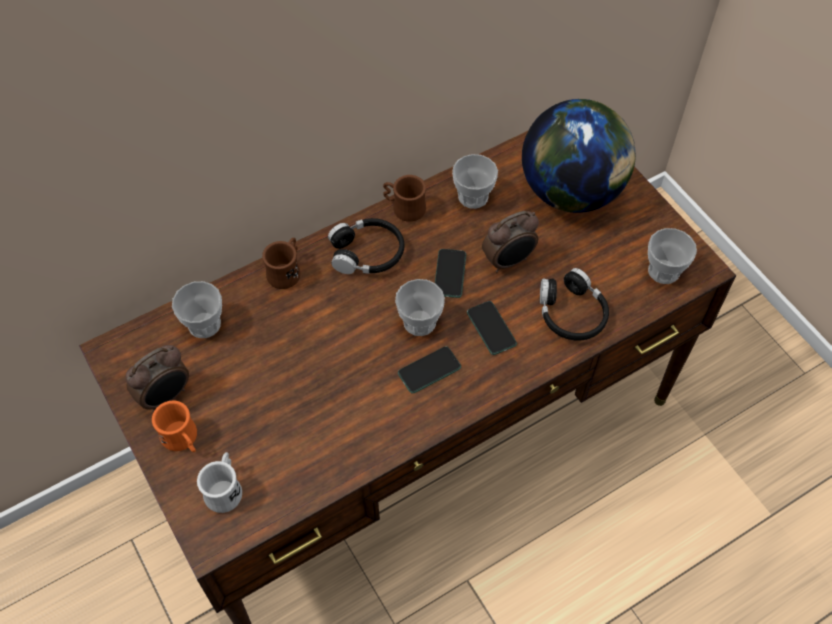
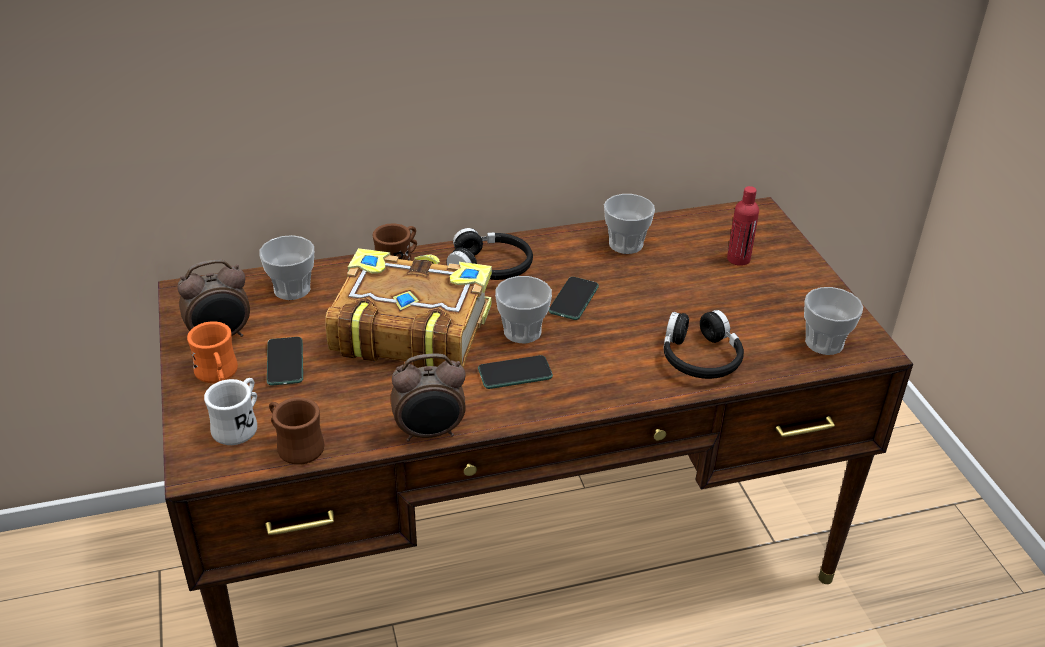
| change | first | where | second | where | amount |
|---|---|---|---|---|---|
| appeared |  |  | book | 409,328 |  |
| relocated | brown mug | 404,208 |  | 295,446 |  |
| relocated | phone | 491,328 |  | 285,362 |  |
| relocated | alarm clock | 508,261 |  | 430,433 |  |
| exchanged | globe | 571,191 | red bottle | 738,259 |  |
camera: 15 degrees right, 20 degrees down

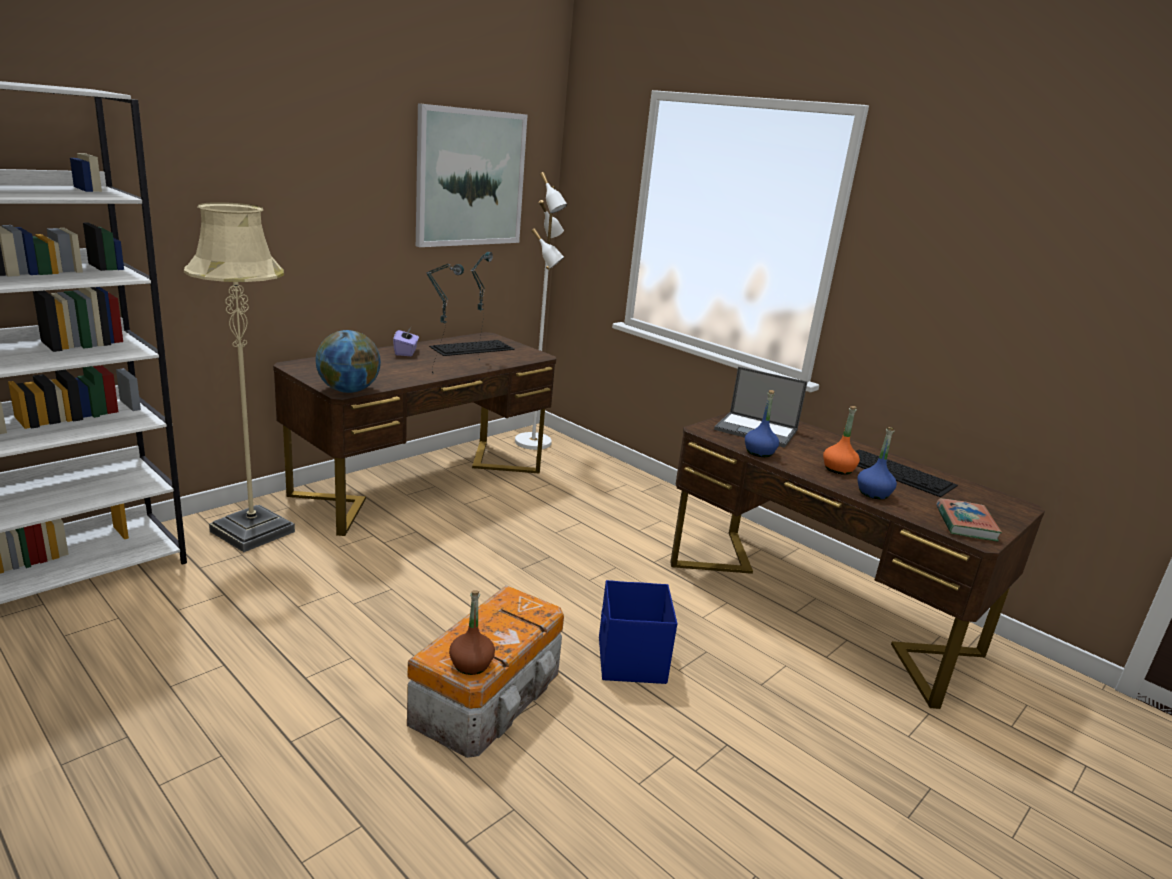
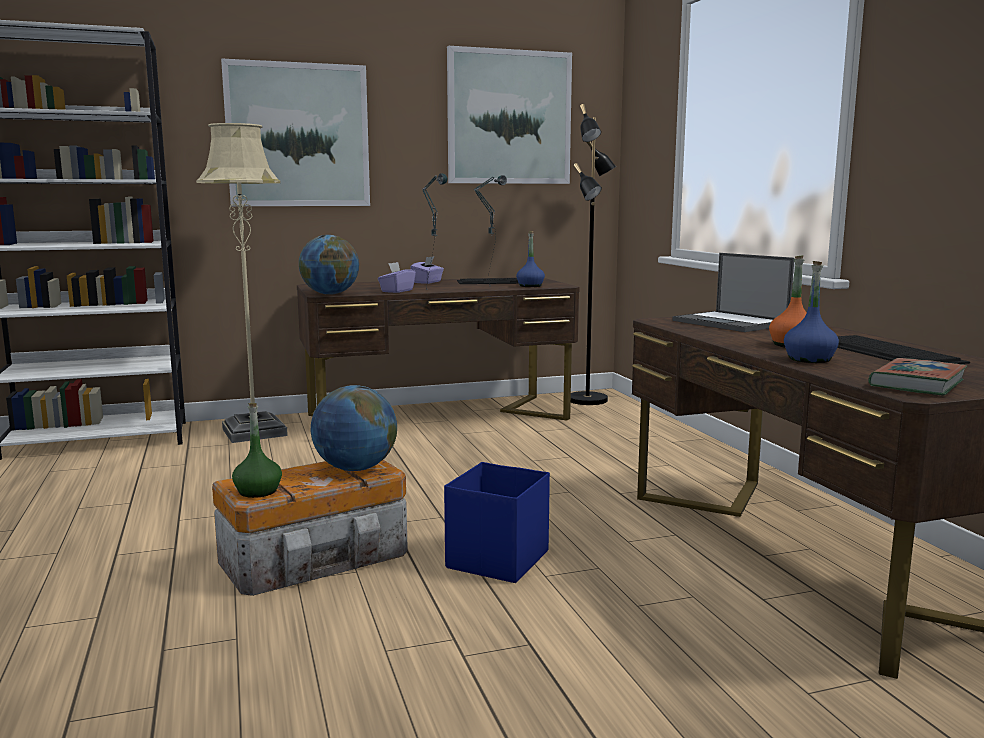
| change | first | where | second | where | amount |
|---|---|---|---|---|---|
| appeared |  |  | picture | 298,135 |  |
| appeared |  |  | globe | 355,468 |  |
| appeared |  |  | purple tissue box | 396,291 |  |
| relocated | blue bottle | 759,452 |  | 530,286 |  |
| colour | brown bottle | 471,664 | green bottle | 258,491 |  |
| colour | white floor lamp | 534,442 | black floor lamp | 588,400 |  |
camera: 30 degrees right, 10 degrees down

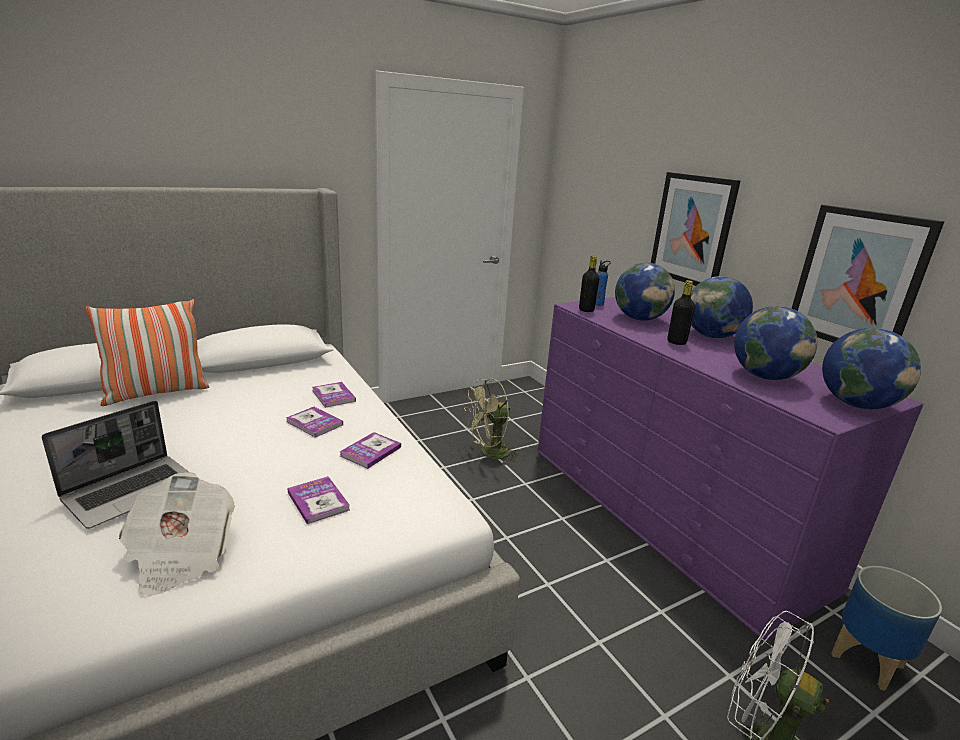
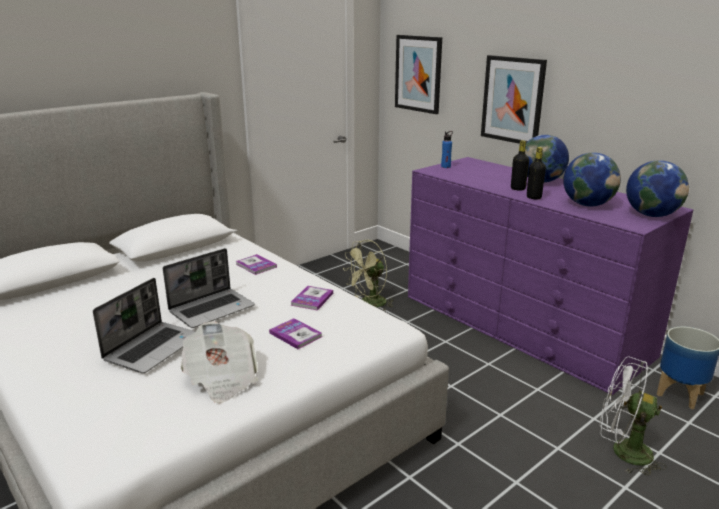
| change | first | where | second | where | amount |
|---|---|---|---|---|---|
| missing | pillow | 156,393 |  |  |  |
| missing | book | 314,423 |  |  |  |
| missing | globe | 639,319 |  |  |  |
| appeared |  |  | laptop | 212,309 |  |
| relocated | black bottle | 586,310 |  | 533,197 |  |
| relocated | picture | 857,280 |  | 418,73 |  |
camera: 10 degrees left, 0 degrees up

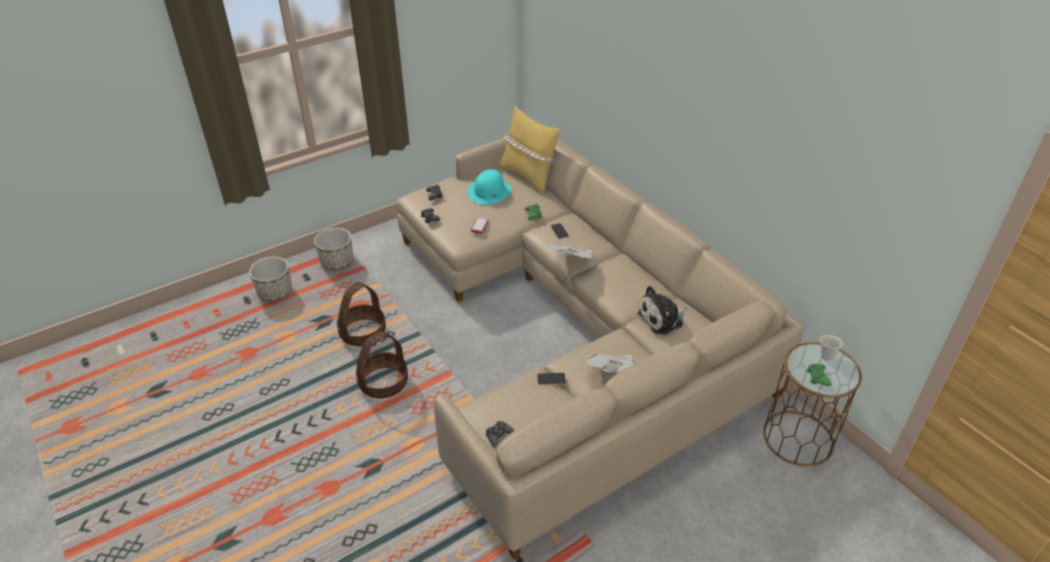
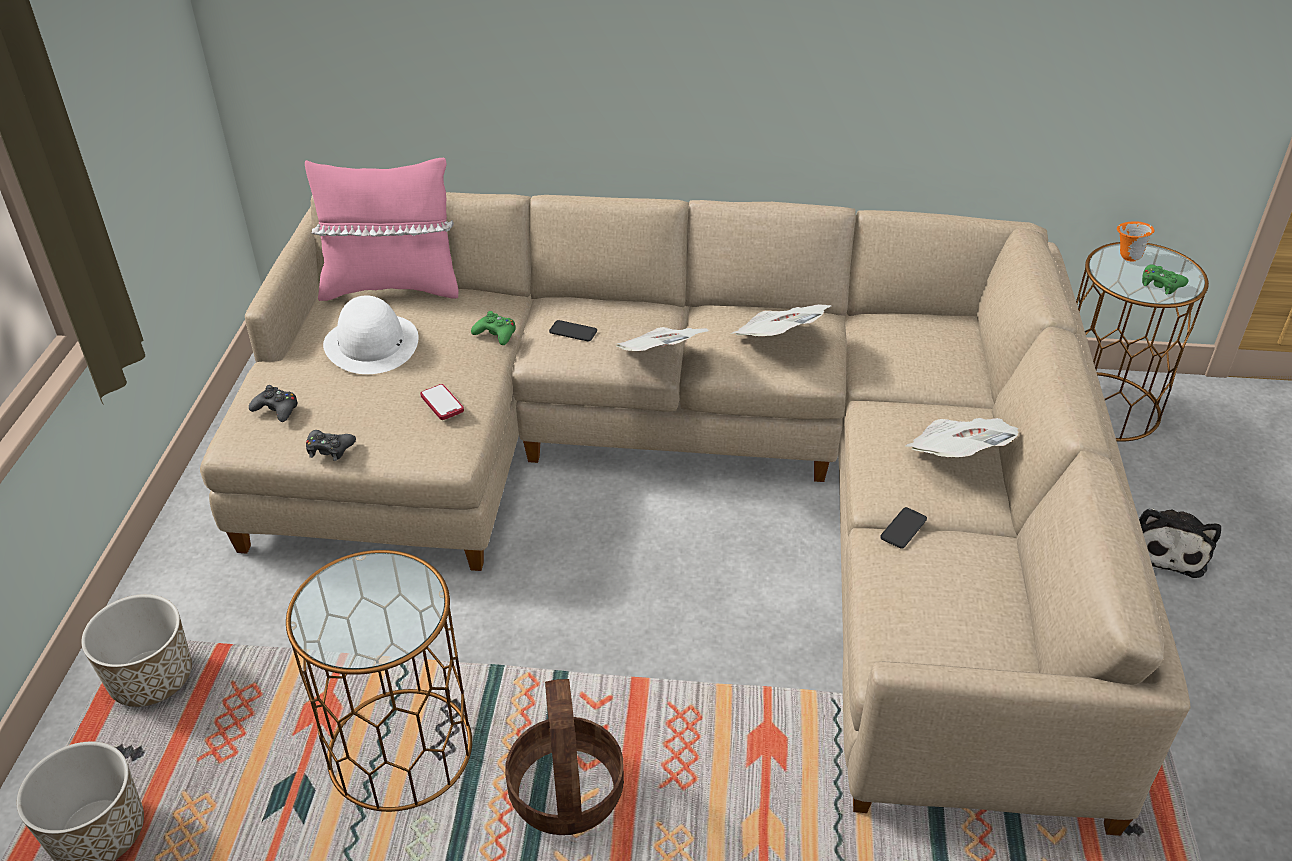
| change | first | where | second | where | amount |
|---|---|---|---|---|---|
| missing | black game controller | 499,435 |  |  |  |
| appeared |  |  | newspaper | 778,340 |  |
| relocated | plush toy | 663,319 |  | 1164,549 |  |
| exchanged | basket | 363,333 | brown side table | 399,748 |  |
| colour | turquoise hat | 489,191 | white hat | 372,344 |  |
| colour | yellow pillow | 528,176 | pink pillow | 391,287 |  |
| colour | beige mug | 826,356 | orange mug | 1127,257 |  |
camera: 50 degrees left, 0 degrees up

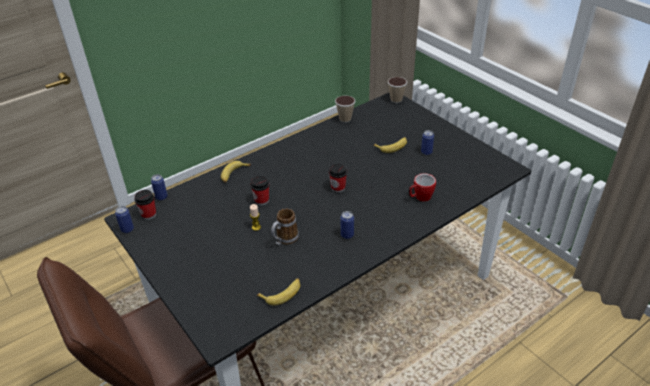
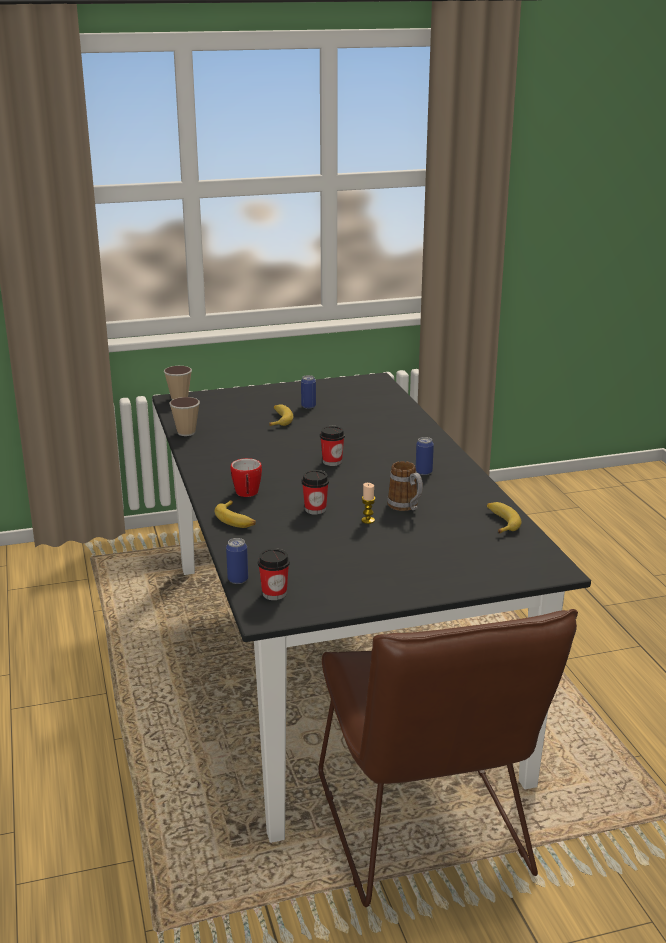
| change | first | where | second | where | amount |
|---|---|---|---|---|---|
| missing | can | 127,229 |  |  |  |
| relocated | mug | 420,197 |  | 247,494 |  |
camera: 70 degrees left, 15 degrees down

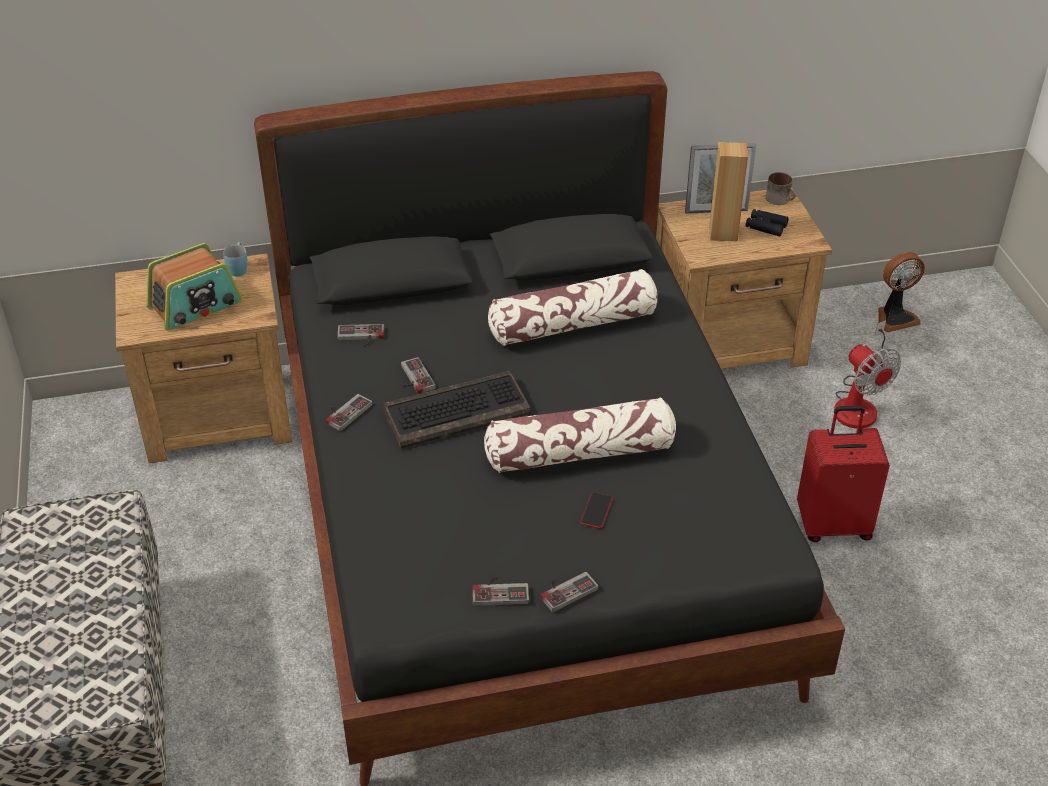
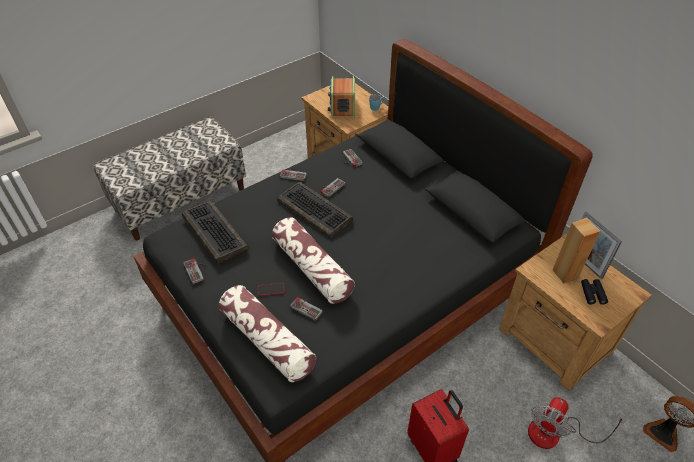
| change | first | where | second | where | amount |
|---|---|---|---|---|---|
| missing | mug | 780,199 |  |  |  |
| appeared |  |  | keyboard | 213,232 |  |
| relocated | pillow | 573,324 |  | 267,340 |  |
| relocated | game controller | 565,589 |  | 308,307 |  |
| spun | radio | 195,305 |  | 342,106 | 60 degrees clockwise |
camera: 65 degrees right, 5 degrees up

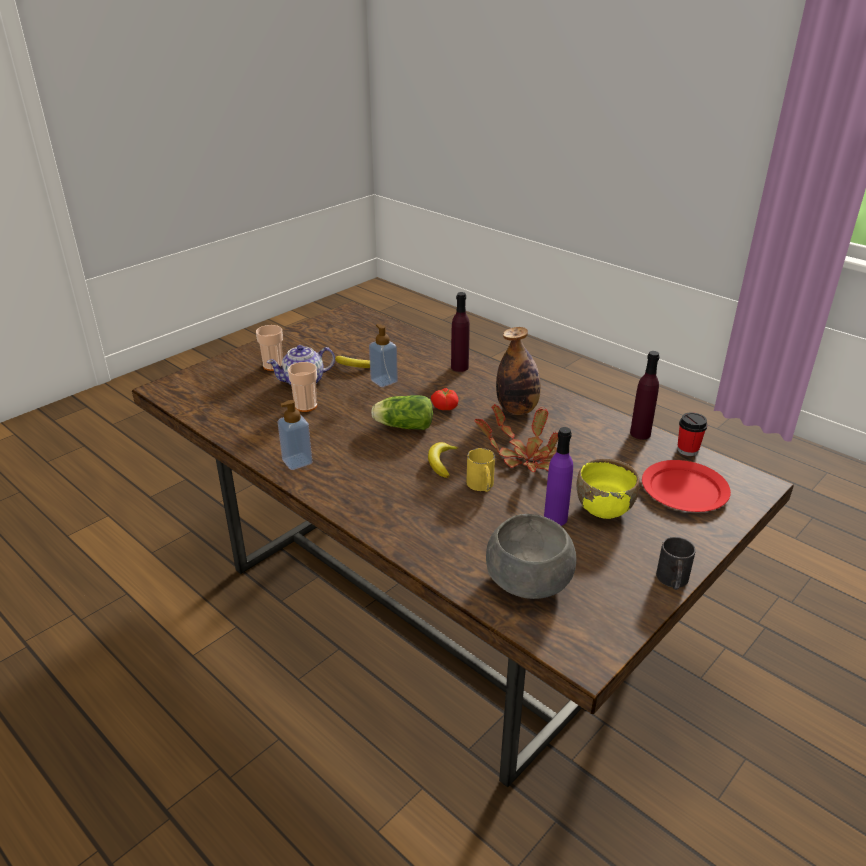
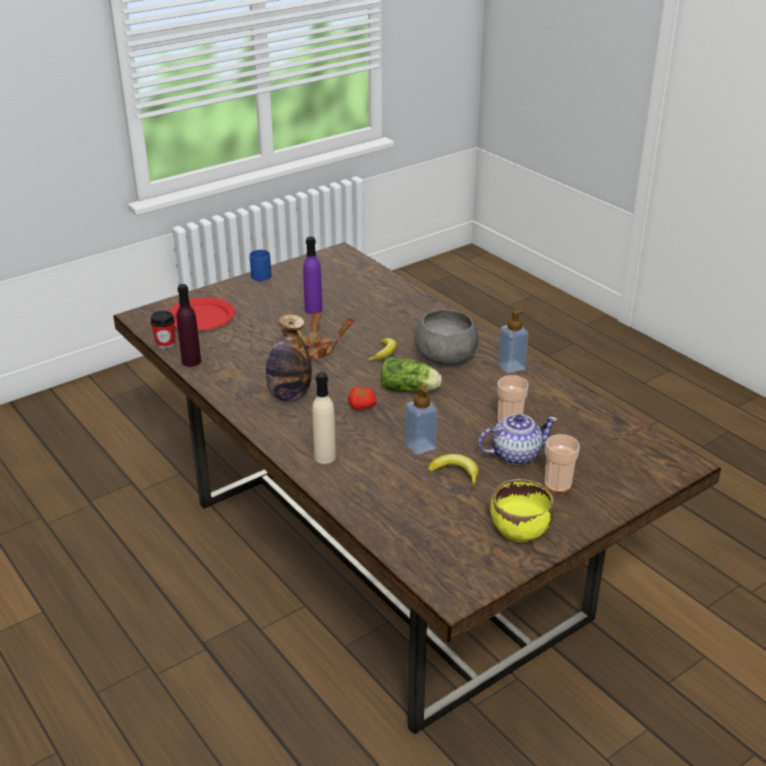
| change | first | where | second | where | amount |
|---|---|---|---|---|---|
| missing | yellow mug | 482,486 |  |  |  |
| relocated | grey bowl | 527,580 |  | 446,357 |  |
| relocated | yellow bowl | 604,508 |  | 519,531 |  |
| colour | purple bottle | 459,367 | beige bottle | 325,457 |  |
| colour | black mug | 673,581 | blue mug | 263,274 |  |
camera: 170 degrees left, 0 degrees up

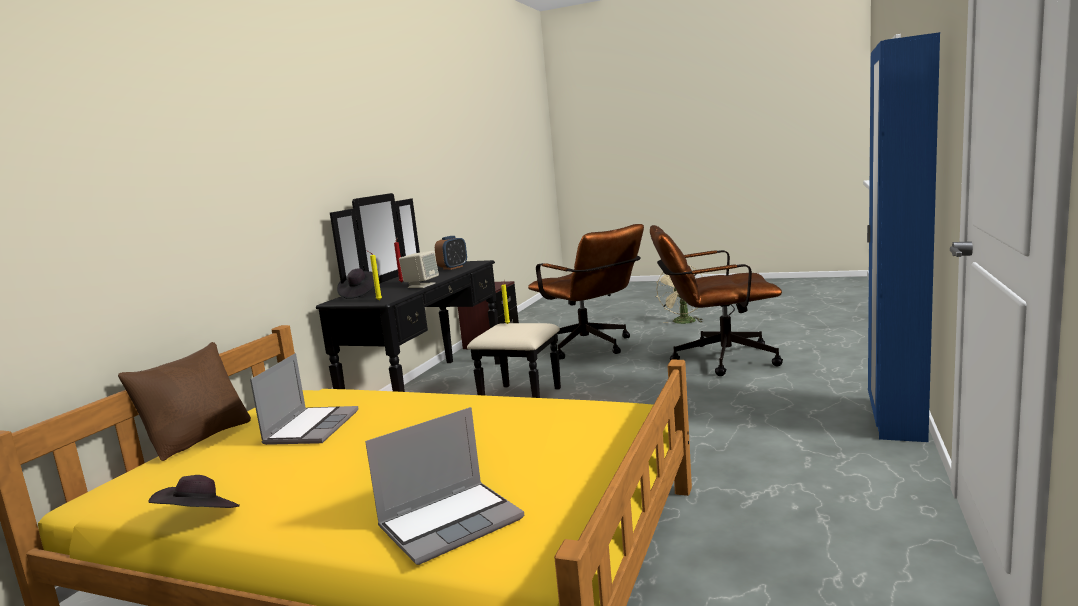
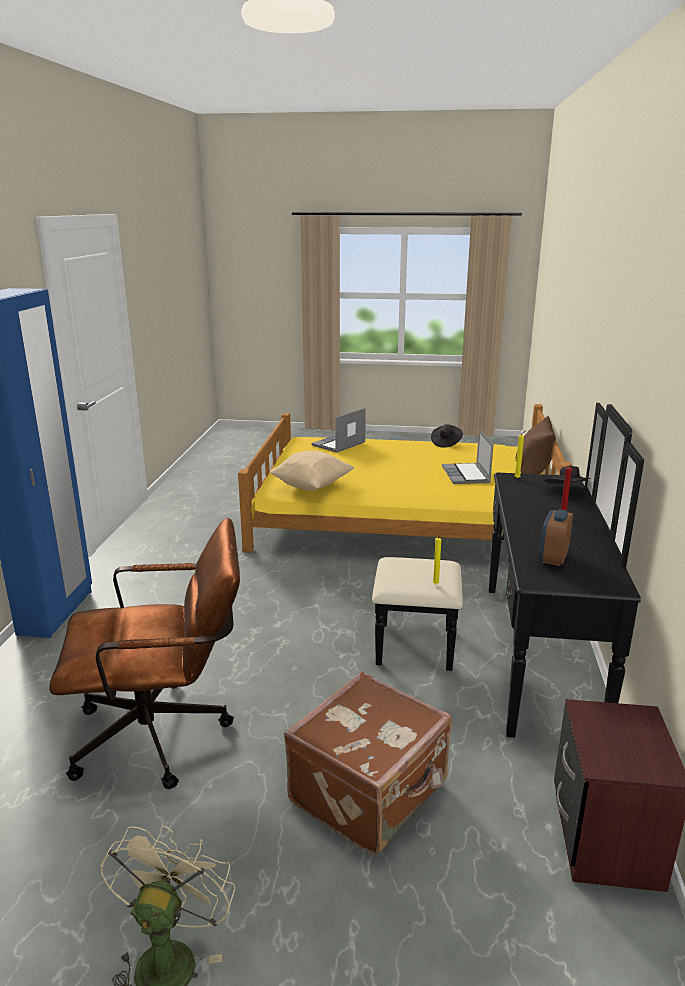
| change | first | where | second | where | amount |
|---|---|---|---|---|---|
| missing | beige speaker | 421,285 |  |  |  |
| appeared |  |  | beige pillow | 312,486 |  |
| exchanged | brown office chair | 591,348 | brown suitcase | 371,793 |  |
camera: 165 degrees right, 10 degrees up

